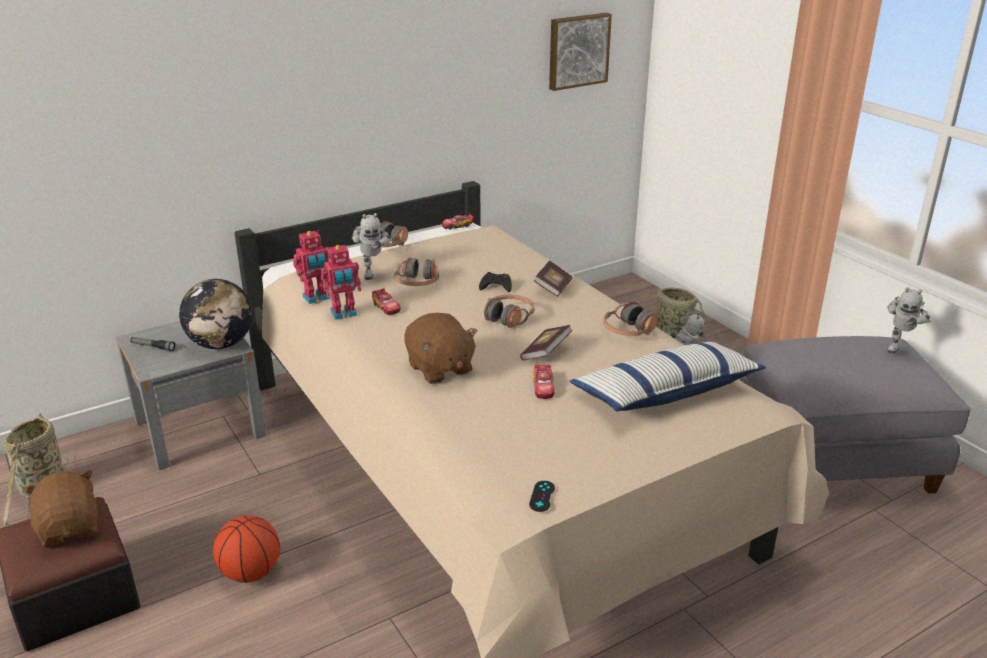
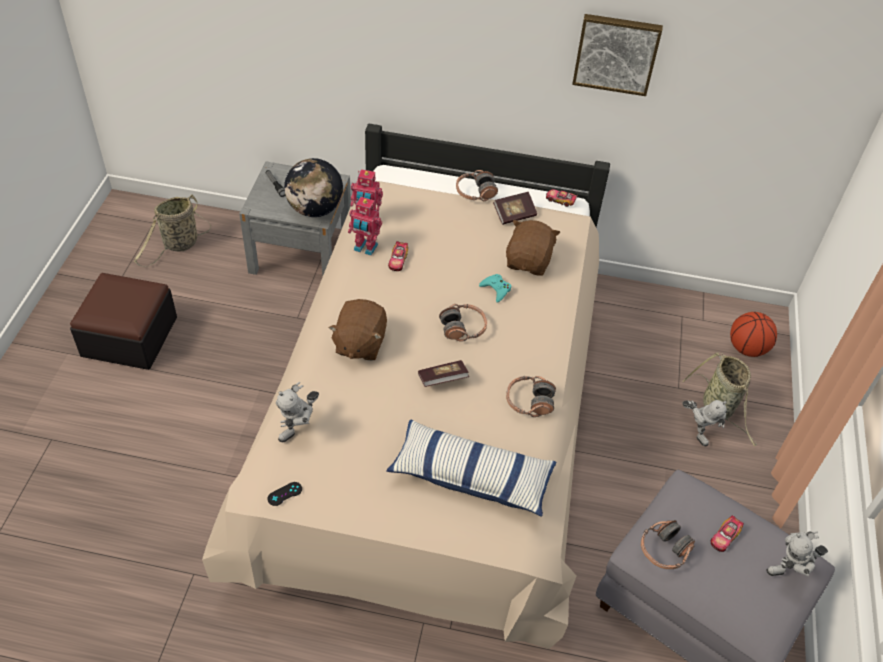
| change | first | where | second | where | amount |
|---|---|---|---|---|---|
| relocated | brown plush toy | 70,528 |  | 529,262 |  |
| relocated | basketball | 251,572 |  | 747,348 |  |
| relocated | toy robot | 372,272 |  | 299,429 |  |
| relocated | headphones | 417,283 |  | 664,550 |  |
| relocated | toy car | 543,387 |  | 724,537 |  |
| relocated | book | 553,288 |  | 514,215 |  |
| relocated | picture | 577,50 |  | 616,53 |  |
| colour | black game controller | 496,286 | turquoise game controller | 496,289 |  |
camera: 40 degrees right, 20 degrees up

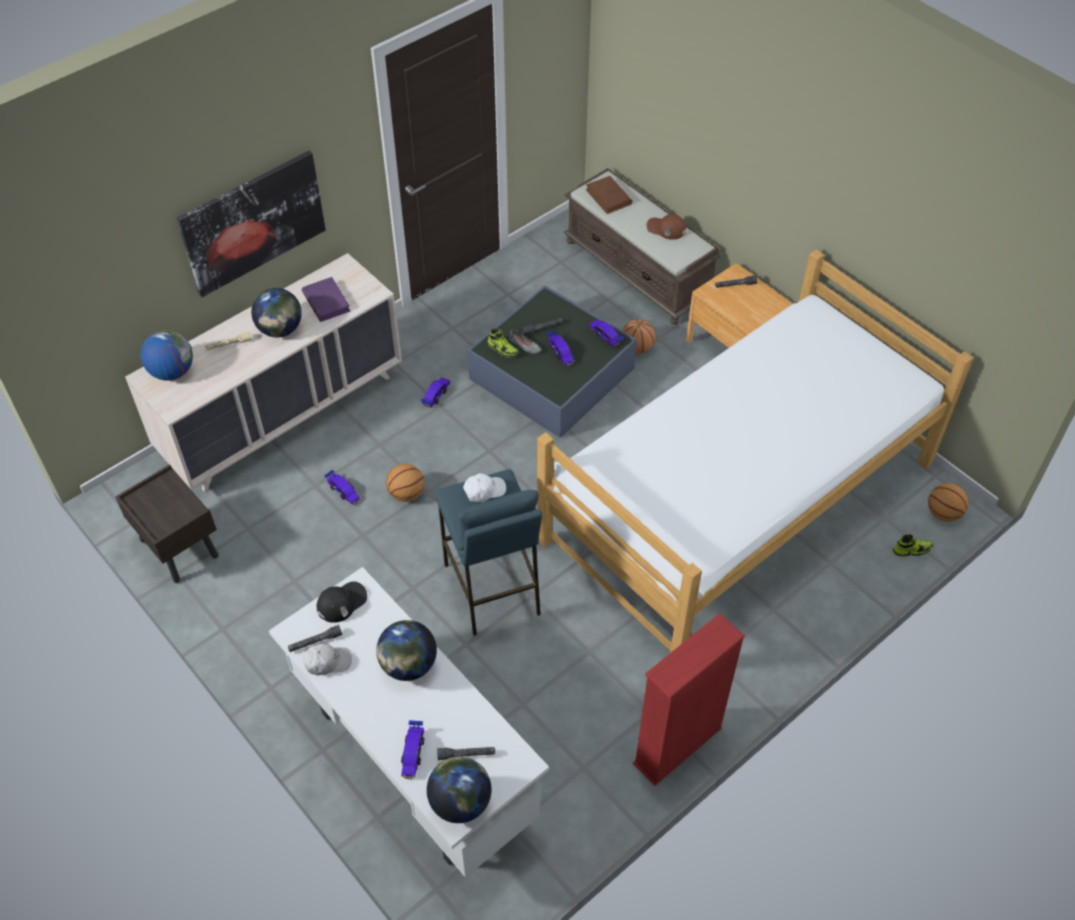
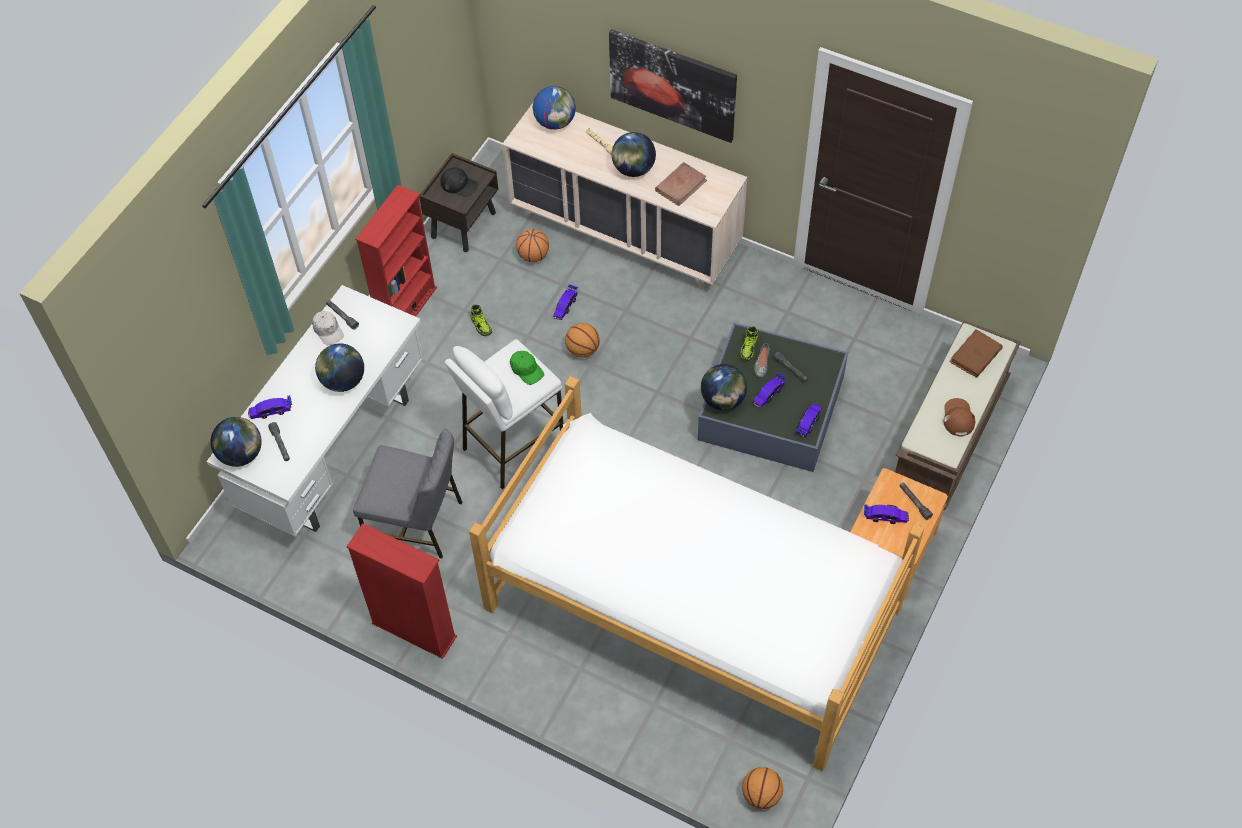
| change | first | where | second | where | amount |
|---|---|---|---|---|---|
| appeared |  |  | grey chair | 416,522 |  |
| appeared |  |  | red bookcase | 407,309 |  |
| appeared |  |  | globe | 723,400 |  |
| relocated | black cap | 342,602 |  | 459,184 |  |
| relocated | toy car | 436,394 |  | 885,516 |  |
| relocated | basketball | 637,348 |  | 533,256 |  |
| relocated | shoe | 911,550 |  | 481,325 |  |
| colour | purple book | 326,301 | brown book | 681,185 |  |
| colour | blue stool | 492,589 | white stool | 512,446 |  |
| colour | white cap | 484,490 | green cap | 526,370 |  |
camera: 70 degrees right, 5 degrees up

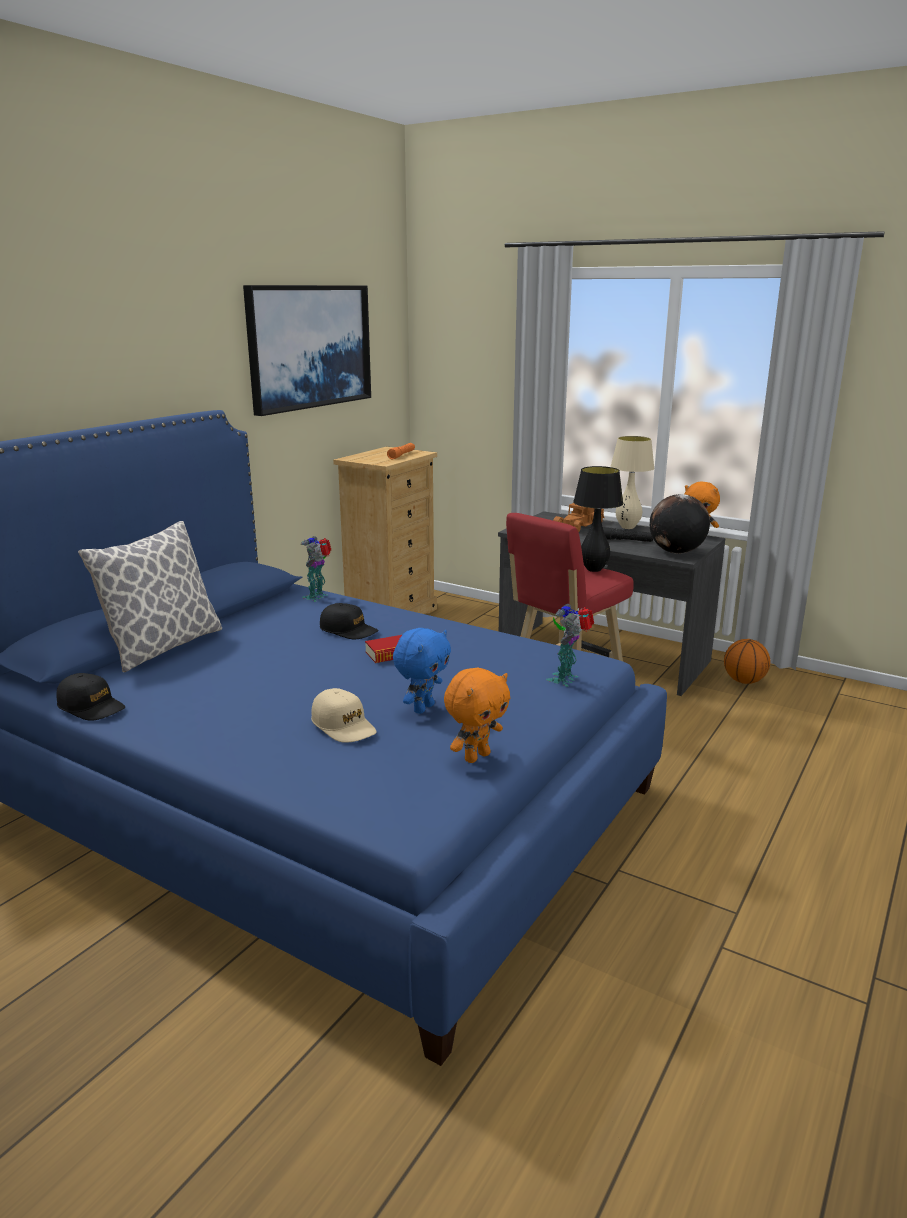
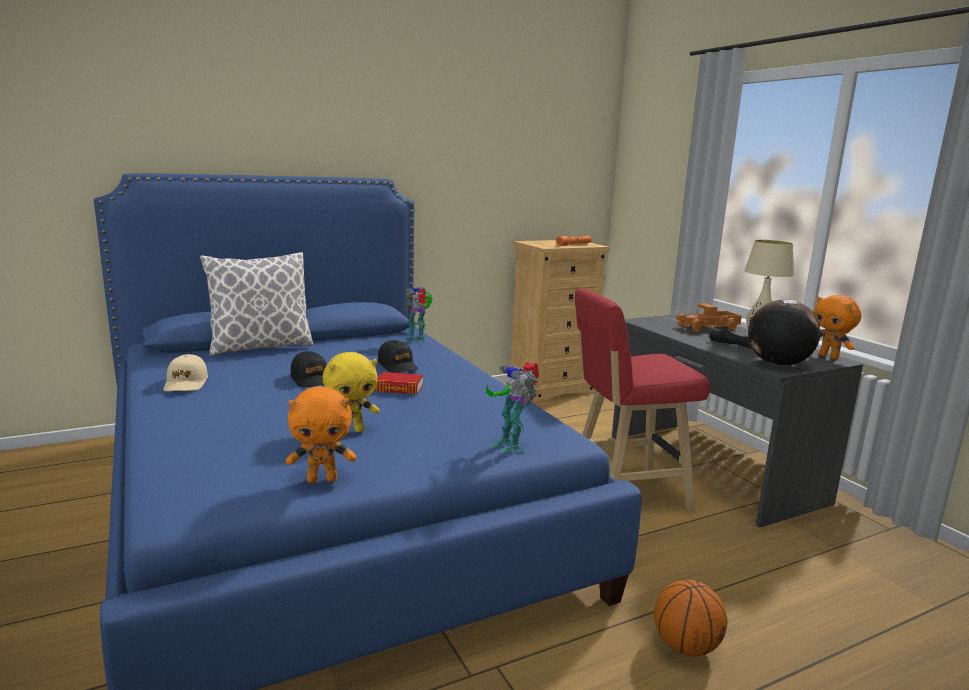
| change | first | where | second | where | amount |
|---|---|---|---|---|---|
| missing | picture | 309,346 |  |  |  |
| missing | black table lamp | 594,570 |  |  |  |
| relocated | black cap | 91,707 |  | 311,379 |  |
| relocated | beige cap | 344,726 |  | 186,383 |  |
| relocated | basketball | 744,681 |  | 685,646 |  |
| colour | blue plush toy | 422,708 | yellow plush toy | 351,431 |  |
| spun | toy robot | 566,679 |  | 510,445 | 90 degrees counterclockwise |
camera: 30 degrees right, 5 degrees down

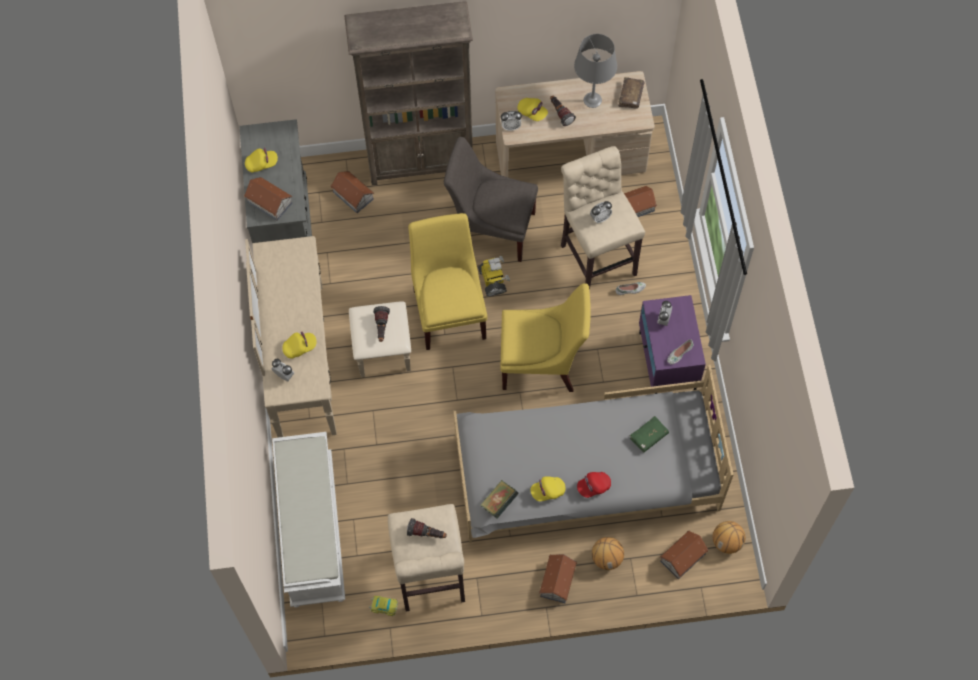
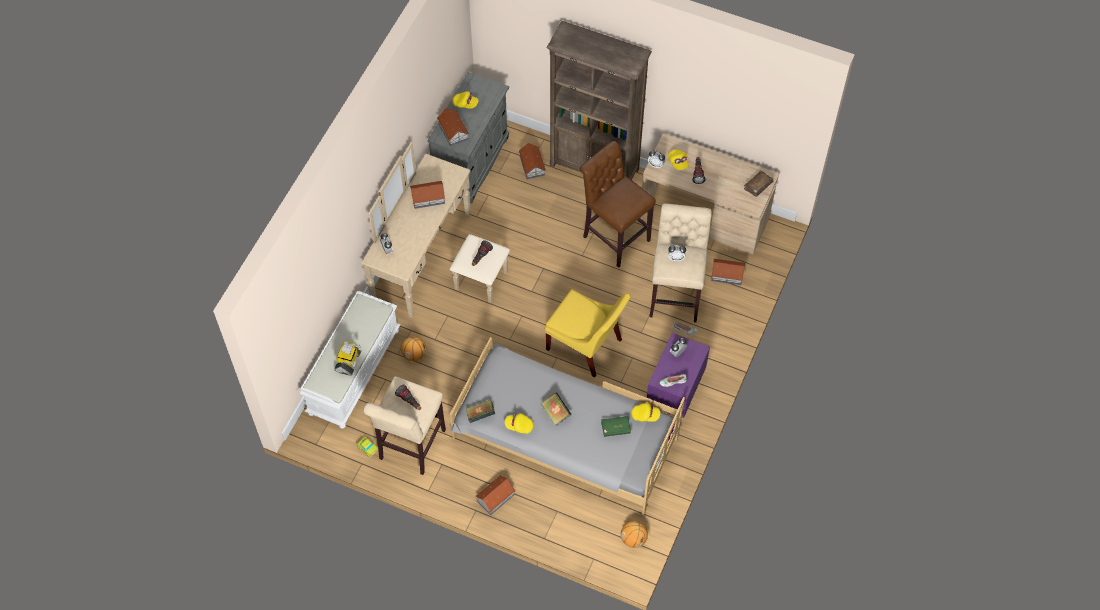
| change | first | where | second | where | amount |
|---|---|---|---|---|---|
| missing | yellow chair | 449,310 |  |  |  |
| missing | grey table lamp | 593,100 |  |  |  |
| missing | red cap | 593,487 |  |  |  |
| appeared |  |  | book | 555,413 |  |
| relocated | yellow cap | 300,347 |  | 645,415 |  |
| relocated | toy robot | 493,281 |  | 348,362 |  |
| relocated | basketball | 606,558 |  | 414,354 |  |
| relocated | toy house | 683,557 |  | 428,198 |  |
| exchanged | grey chair | 491,228 | brown stool | 614,236 |  |
camera: 30 degrees right, 5 degrees down

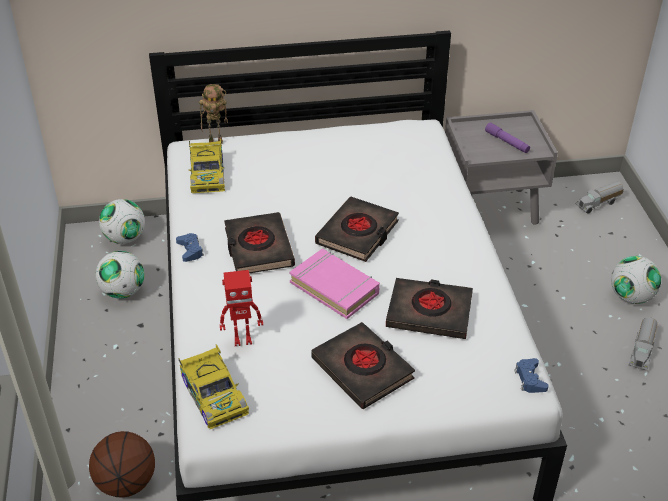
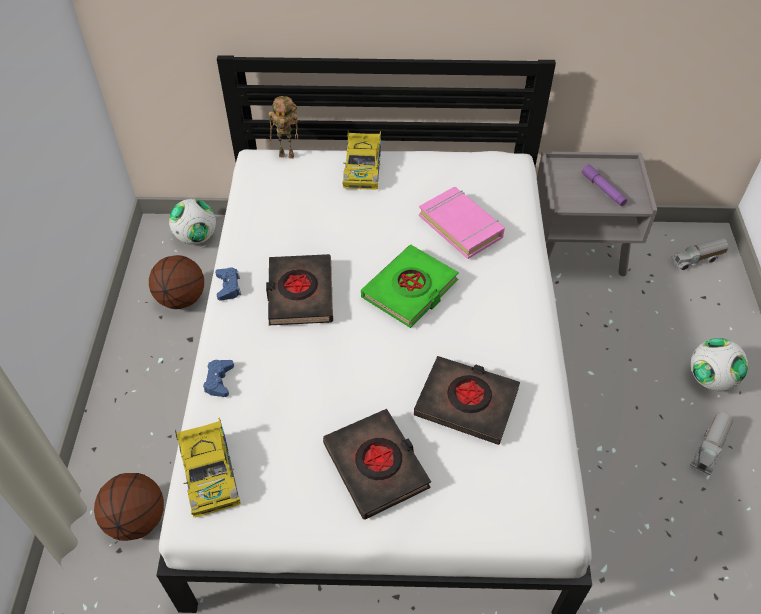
| change | first | where | second | where | amount |
|---|---|---|---|---|---|
| missing | toy robot | 242,339 |  |  |  |
| relocated | toy car | 207,174 |  | 363,168 |  |
| relocated | pink book | 335,287 |  | 461,226 |  |
| relocated | blue game controller | 530,379 |  | 219,381 |  |
| exchanged | football | 123,291 | basketball | 181,298 |  |
| colour | black book | 358,233 | green book | 410,290 |  |
camera: 10 degrees right, 10 degrees up

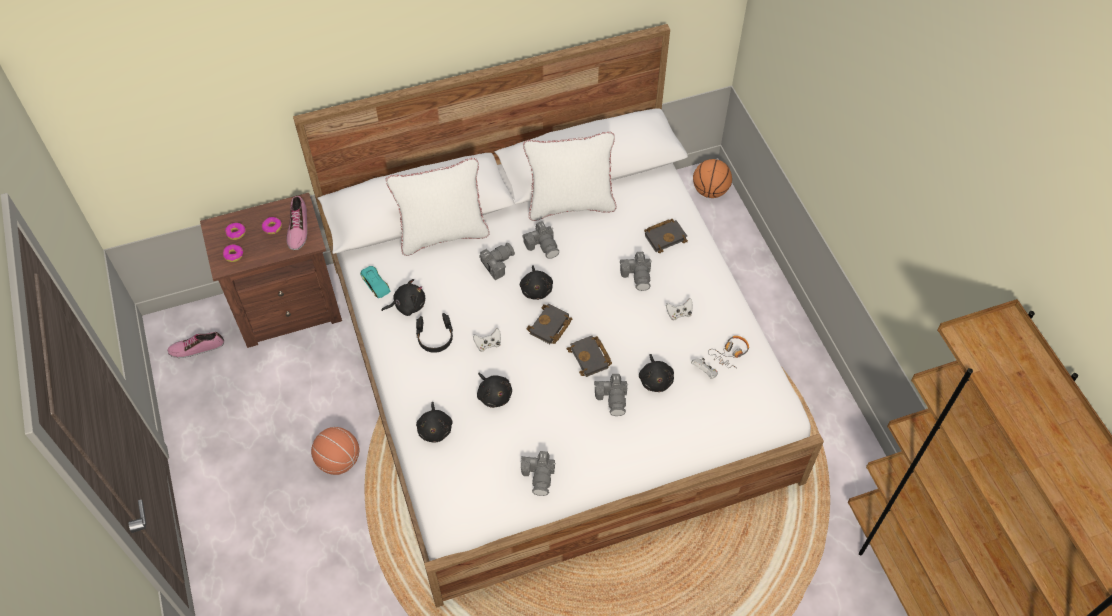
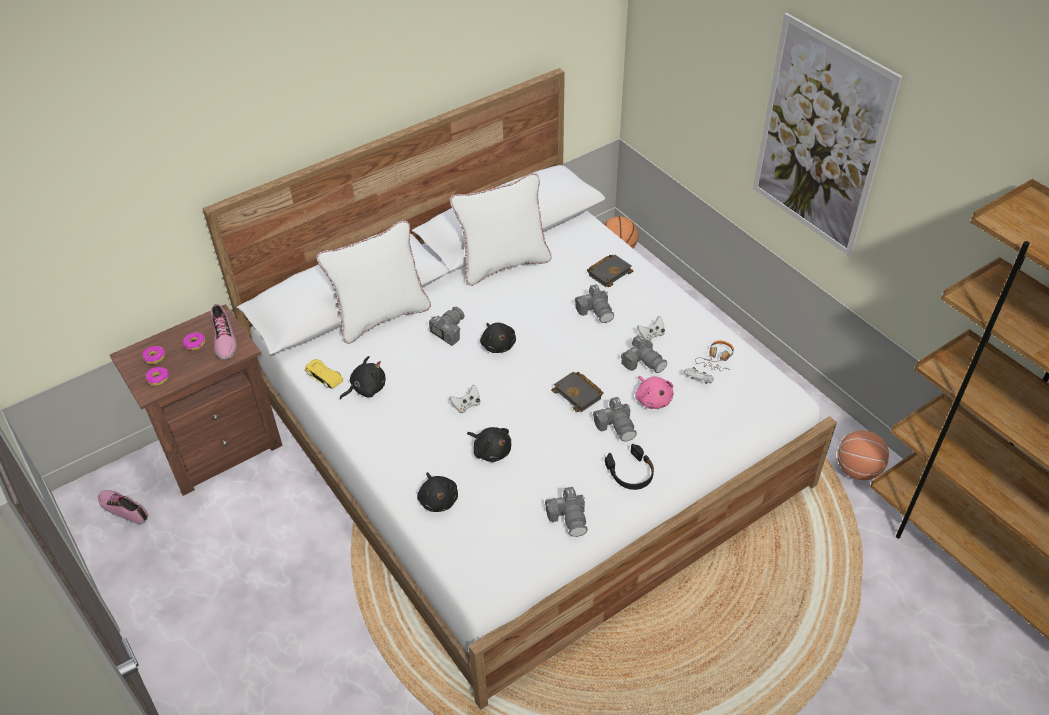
| change | first | where | second | where | amount |
|---|---|---|---|---|---|
| missing | black book | 550,327 |  |  |  |
| appeared |  |  | picture | 820,138 |  |
| relocated | basketball | 338,460 |  | 857,469 |  |
| relocated | black headphones | 435,337 |  | 631,473 |  |
| relocated | photo camera | 543,245 |  | 643,362 |  |
| colour | turquoise toy car | 375,284 | yellow toy car | 324,376 |  |
| colour | black plush toy | 655,379 | pink plush toy | 653,399 |  |
| spun | shoe | 196,347 |  | 124,509 | 60 degrees clockwise |
camera: 15 degrees left, 10 degrees down

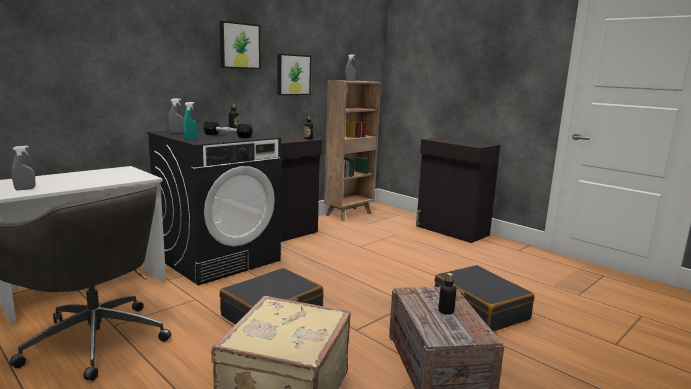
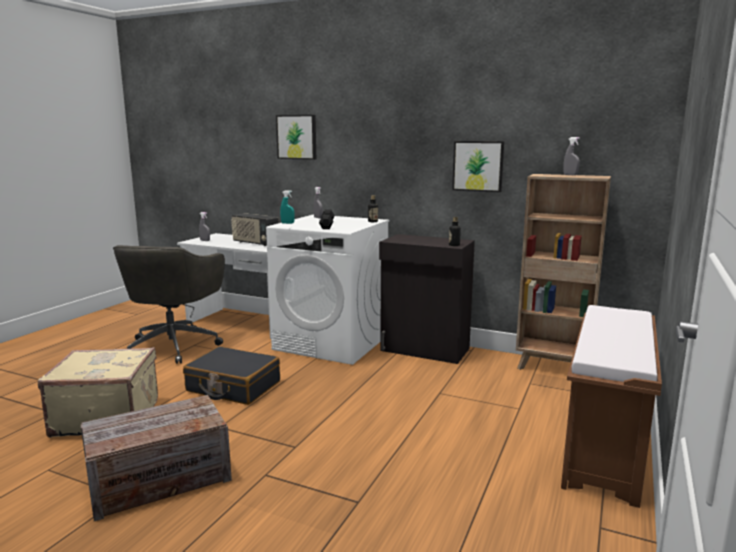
| change | first | where | second | where | amount |
|---|---|---|---|---|---|
| missing | black suitcase | 479,309 |  |  |  |
| missing | bottle | 446,311 |  |  |  |
| appeared |  |  | radio | 255,243 |  |
| relocated | picture | 239,46 |  | 297,137 |  |
| exchanged | black cabinet | 451,231 | brown bench | 605,449 |  |
| colour | black washing machine | 219,259 | white washing machine | 332,343 |  |
camera: 70 degrees right, 0 degrees up

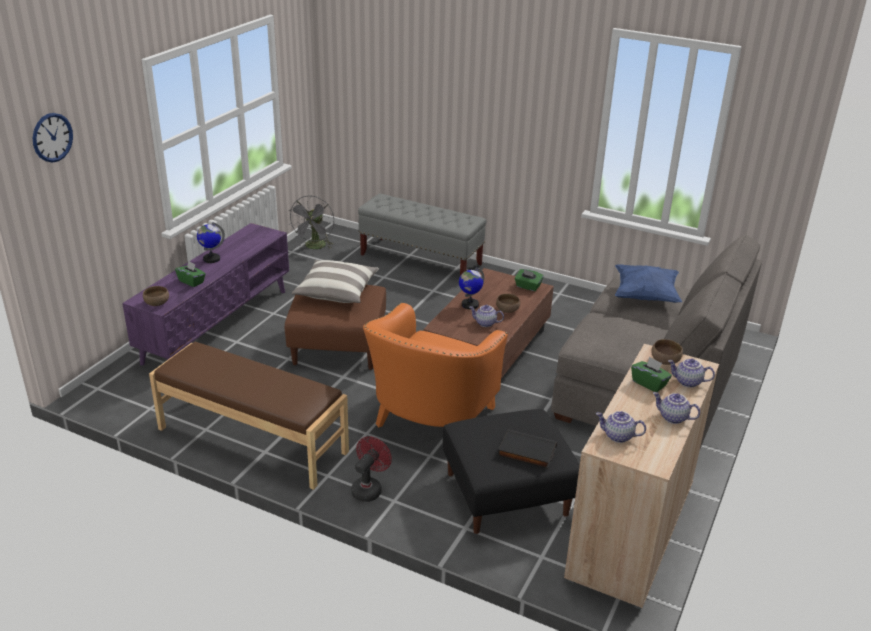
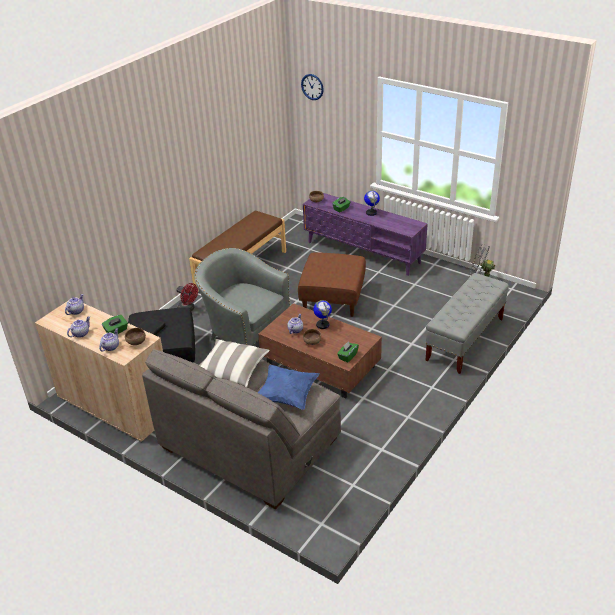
| change | first | where | second | where | amount |
|---|---|---|---|---|---|
| relocated | pillow | 336,292 |  | 231,370 |  |
| colour | orange armchair | 428,419 | grey armchair | 244,333 |  |
camera: 100 degrees right, 5 degrees up

